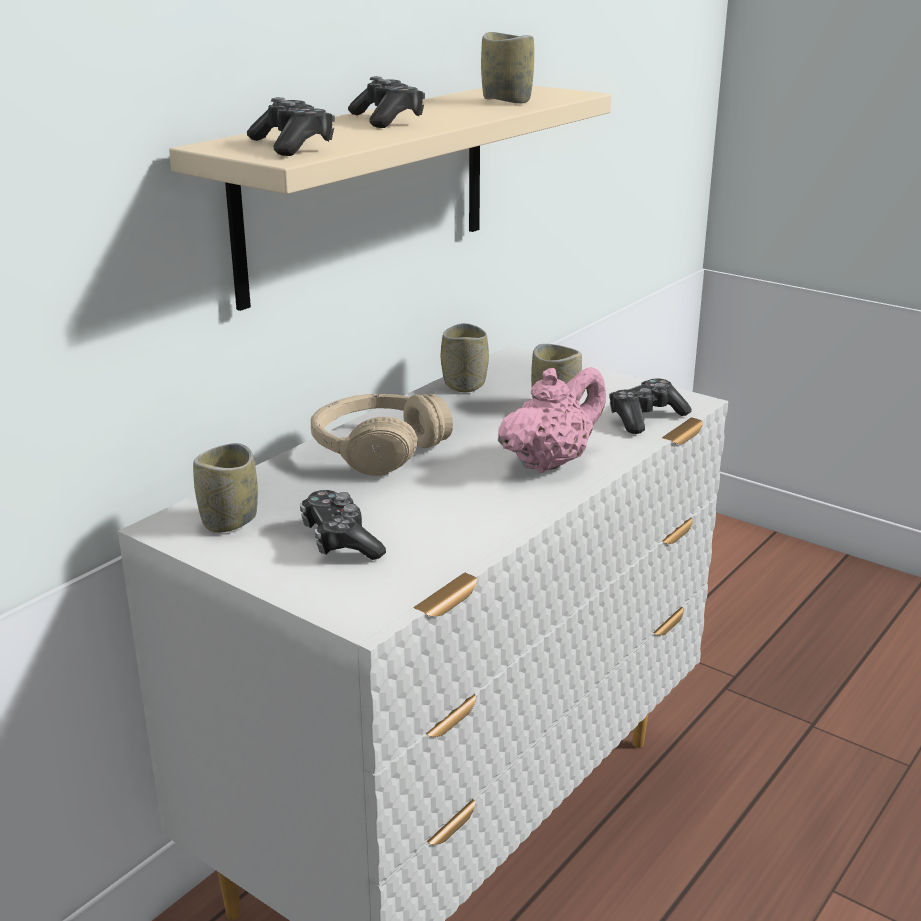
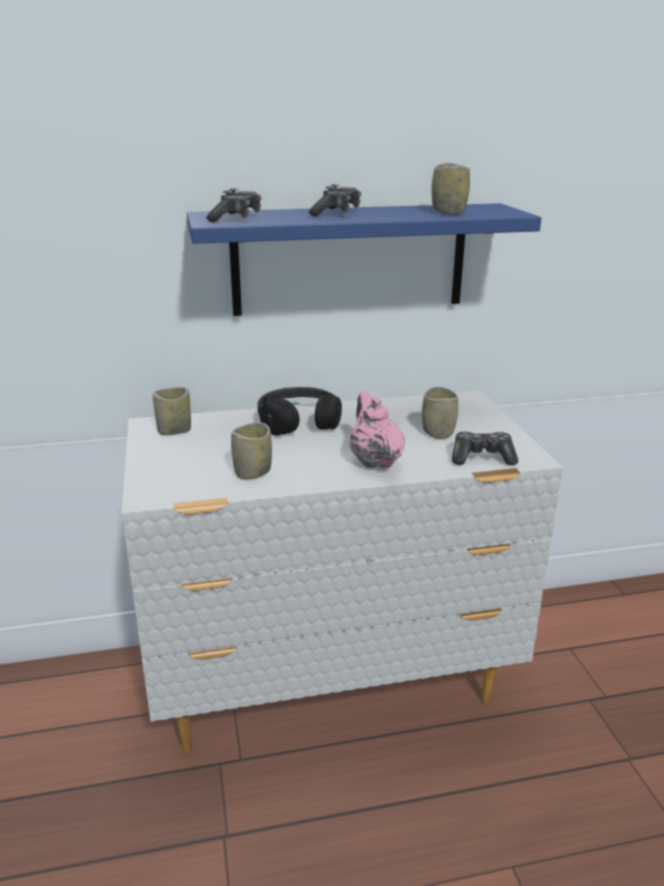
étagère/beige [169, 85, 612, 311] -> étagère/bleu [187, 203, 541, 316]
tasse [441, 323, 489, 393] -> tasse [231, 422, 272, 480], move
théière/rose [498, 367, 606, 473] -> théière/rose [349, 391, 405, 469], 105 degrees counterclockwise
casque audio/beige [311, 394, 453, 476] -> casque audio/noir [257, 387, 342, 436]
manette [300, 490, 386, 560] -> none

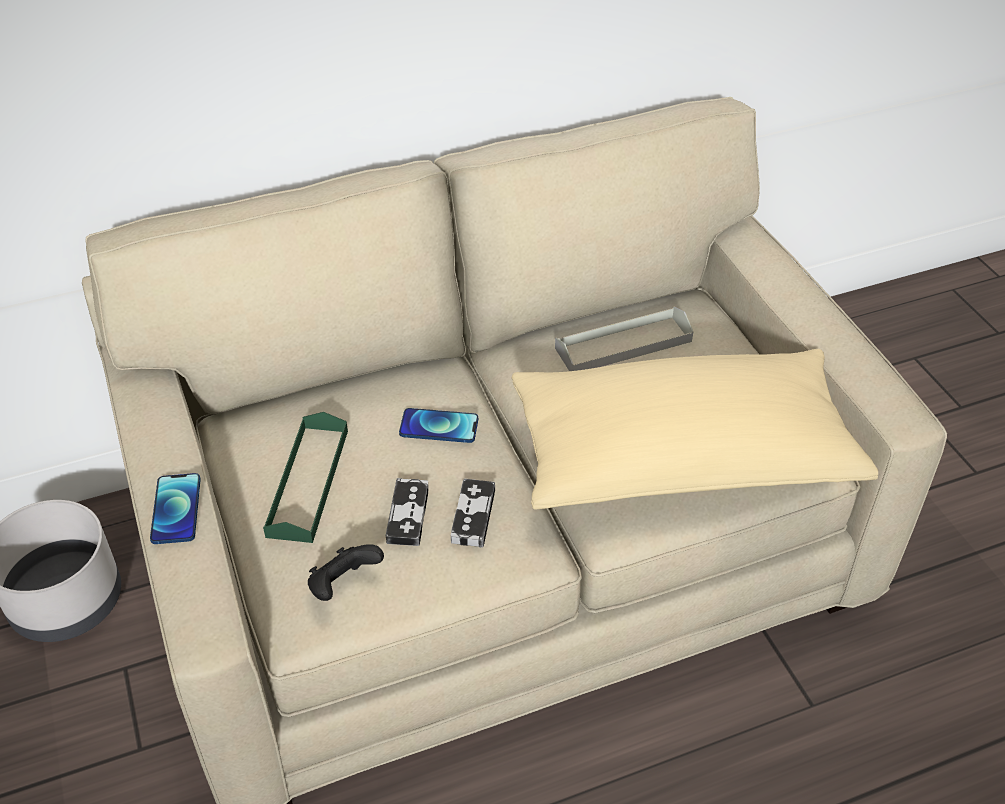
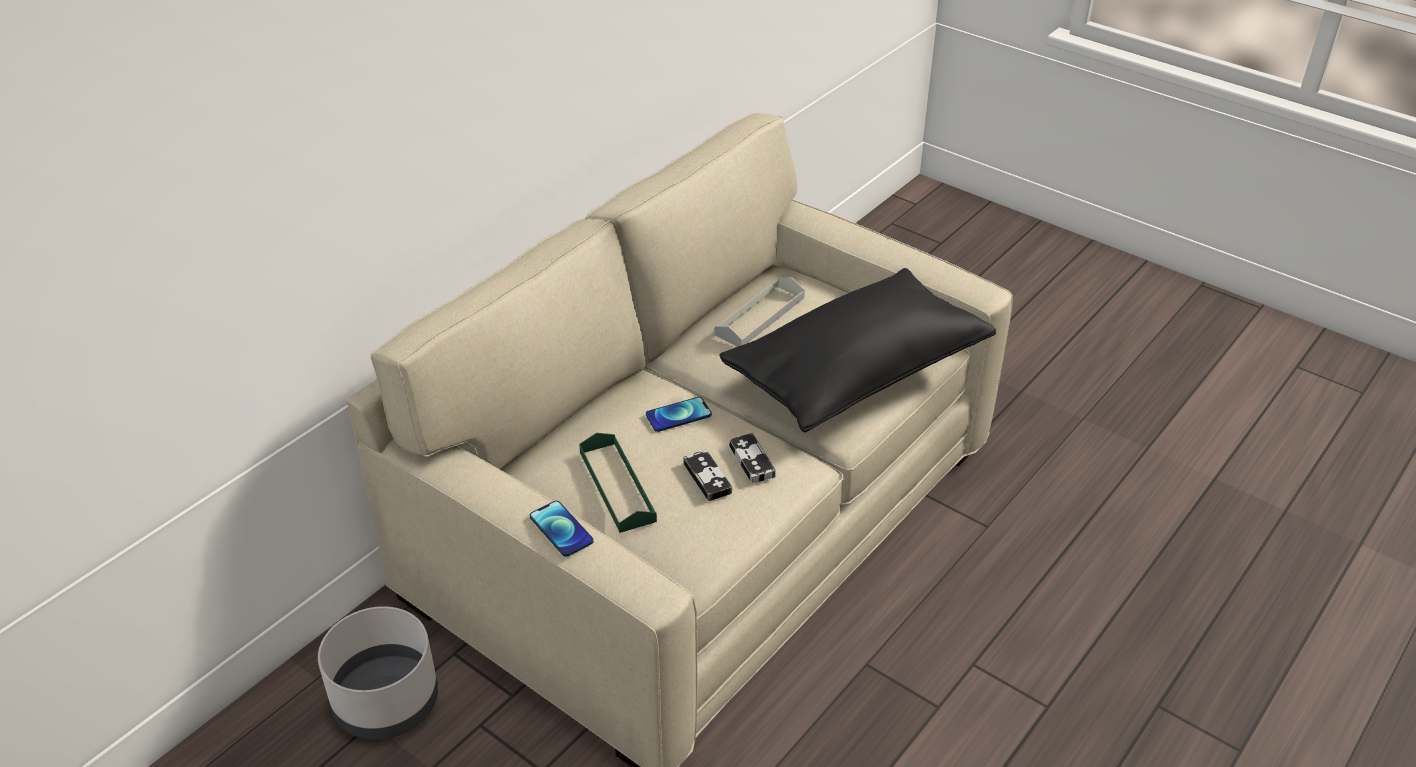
coussin/beige [512, 349, 878, 510] -> coussin/noir [719, 268, 996, 433]
manette/noir [308, 544, 384, 601] -> none

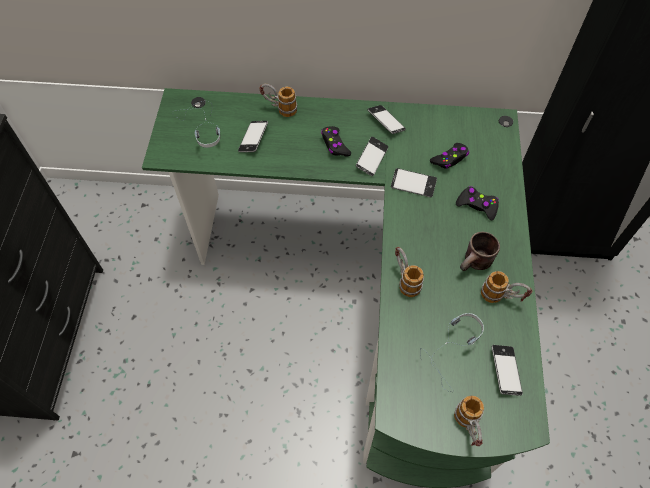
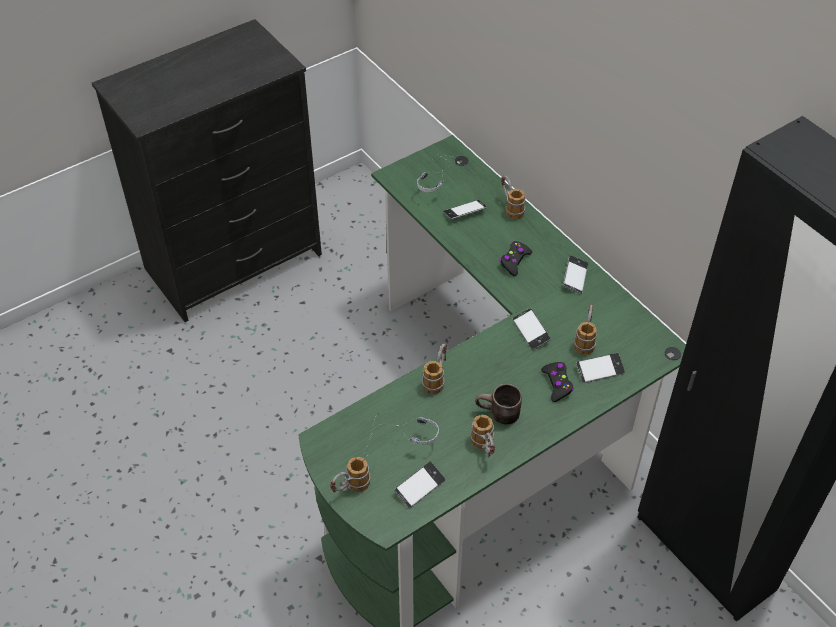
téléphone [356, 137, 388, 176] -> téléphone [576, 353, 625, 383], move
manette/noir [430, 143, 469, 169] -> mug [574, 304, 597, 355]

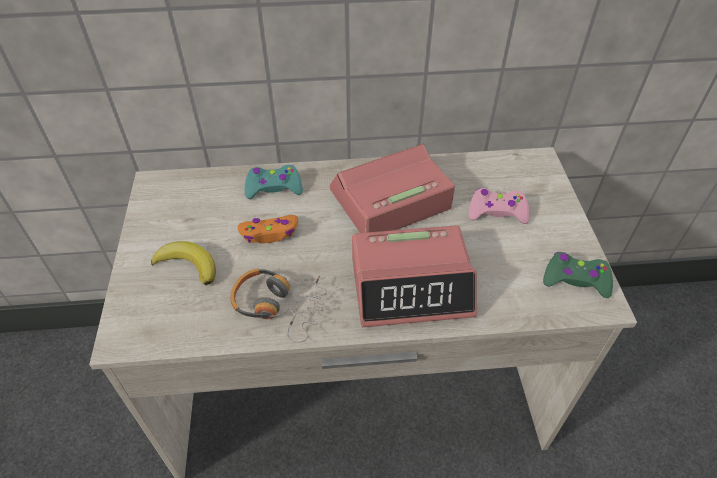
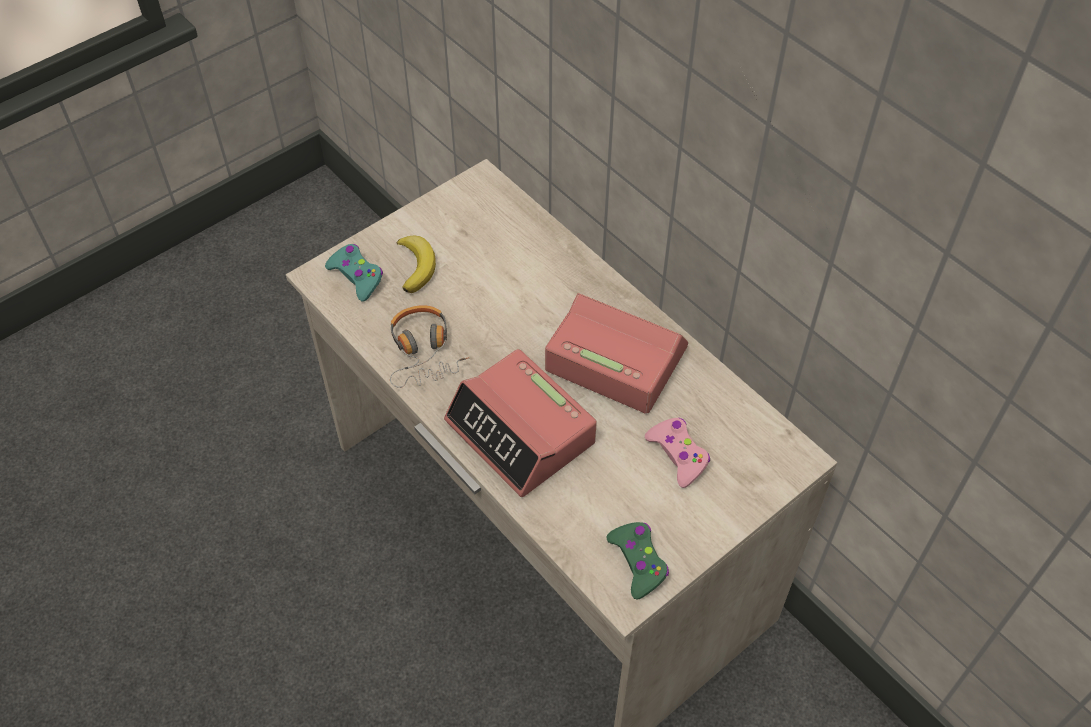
manette/turquoise [245, 165, 303, 199] -> manette/turquoise [325, 244, 383, 302], move
manette/orange [237, 215, 298, 244] -> none

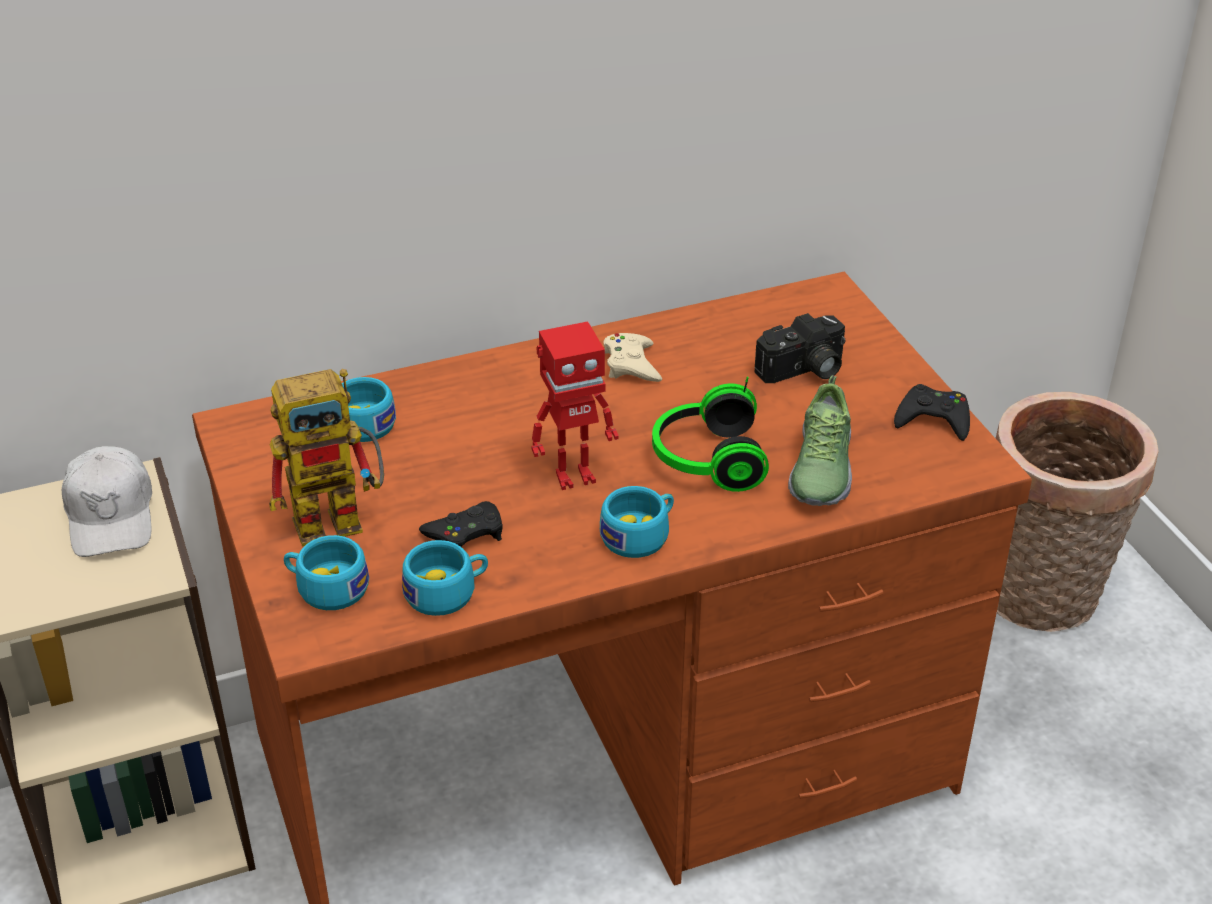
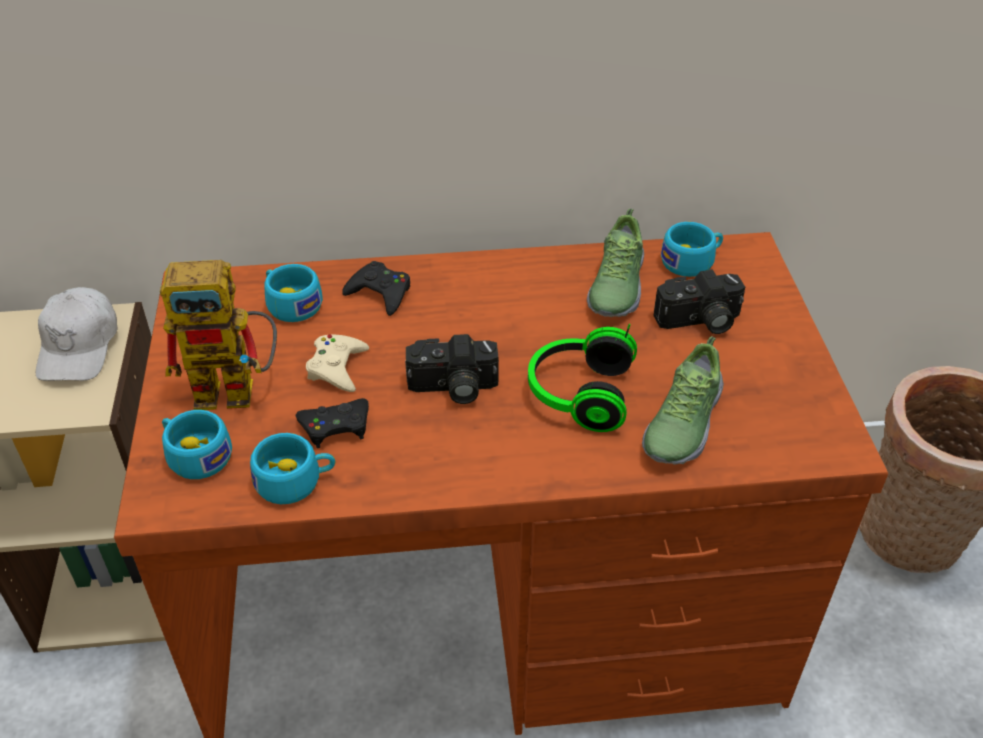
robot jouet [531, 322, 619, 490] -> appareil photo [405, 334, 499, 404]
manette/beige [603, 333, 662, 382] -> manette/beige [306, 335, 369, 392], move
manette/noir [894, 384, 970, 441] -> manette/noir [342, 261, 410, 316], move
tasse/turquoise [600, 486, 674, 558] -> tasse/turquoise [661, 222, 723, 277], move
none -> chaussure [587, 208, 644, 317]

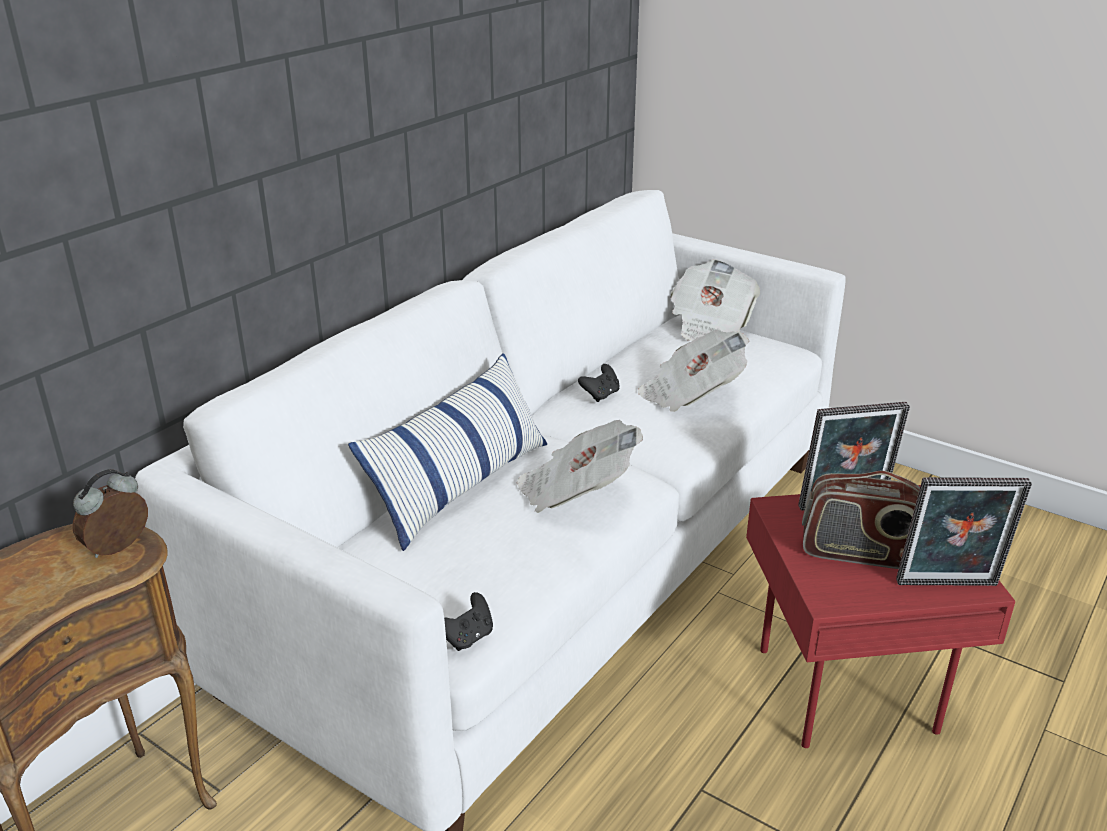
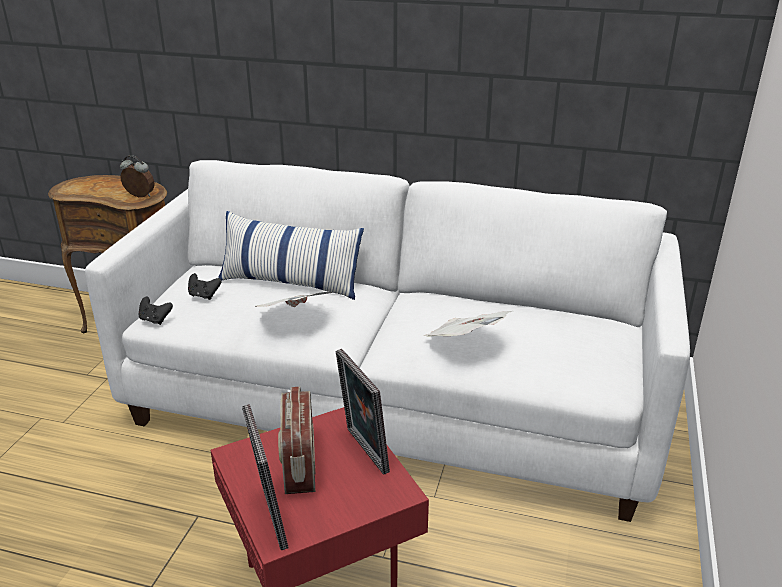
journal [670, 259, 760, 341] -> none
manette/noir [578, 364, 620, 402] -> manette/noir [188, 273, 221, 300], move

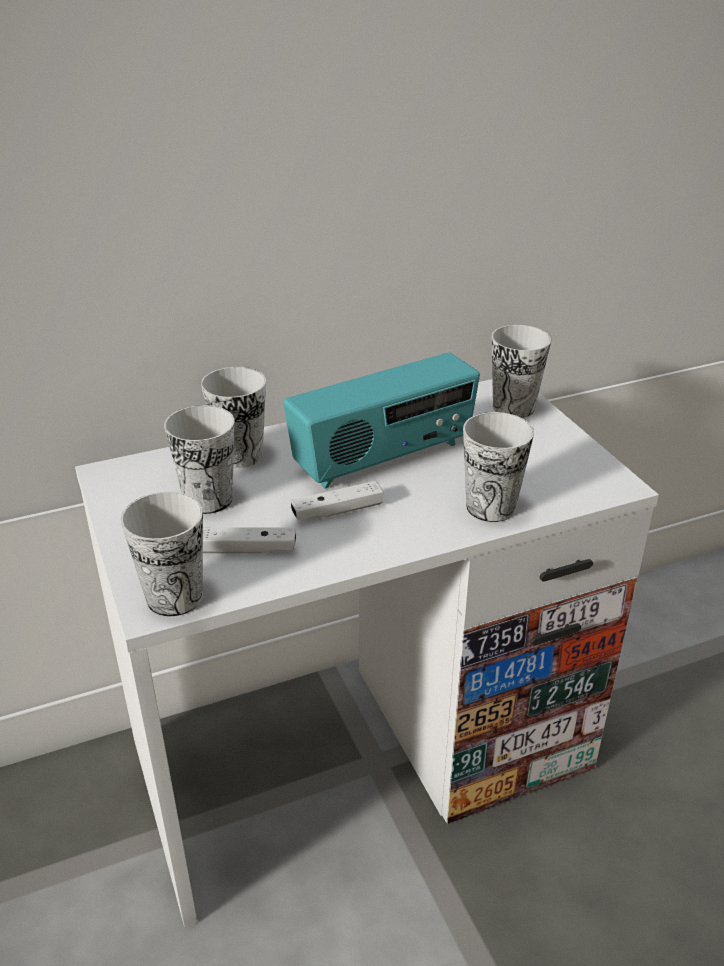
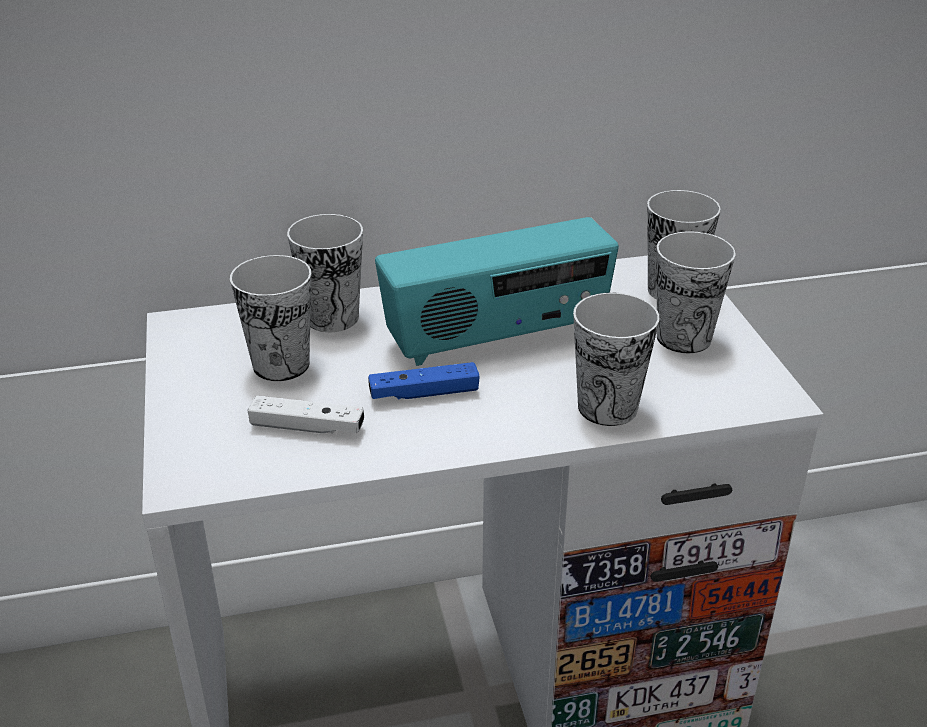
manette/blanc [291, 481, 384, 520] -> manette/bleu [368, 362, 480, 400]
tasse [121, 491, 203, 616] -> tasse [657, 231, 736, 353], move

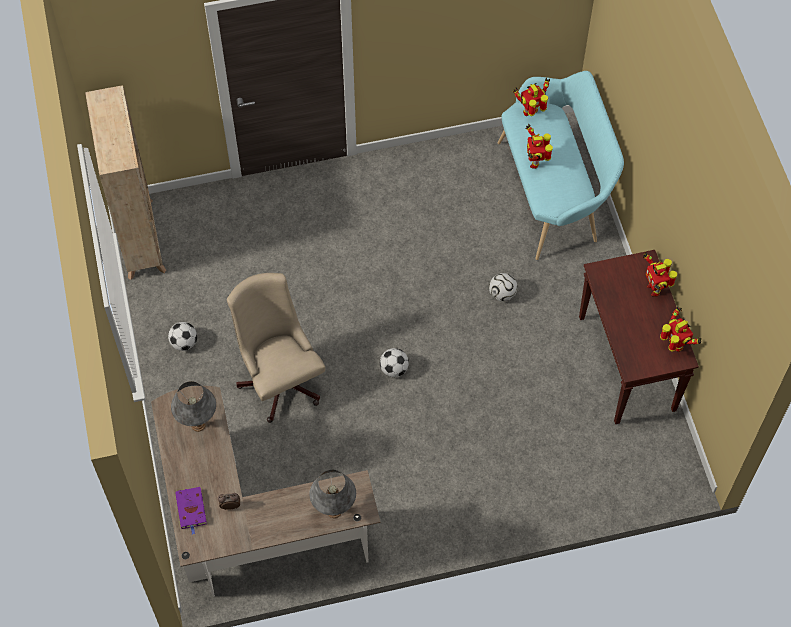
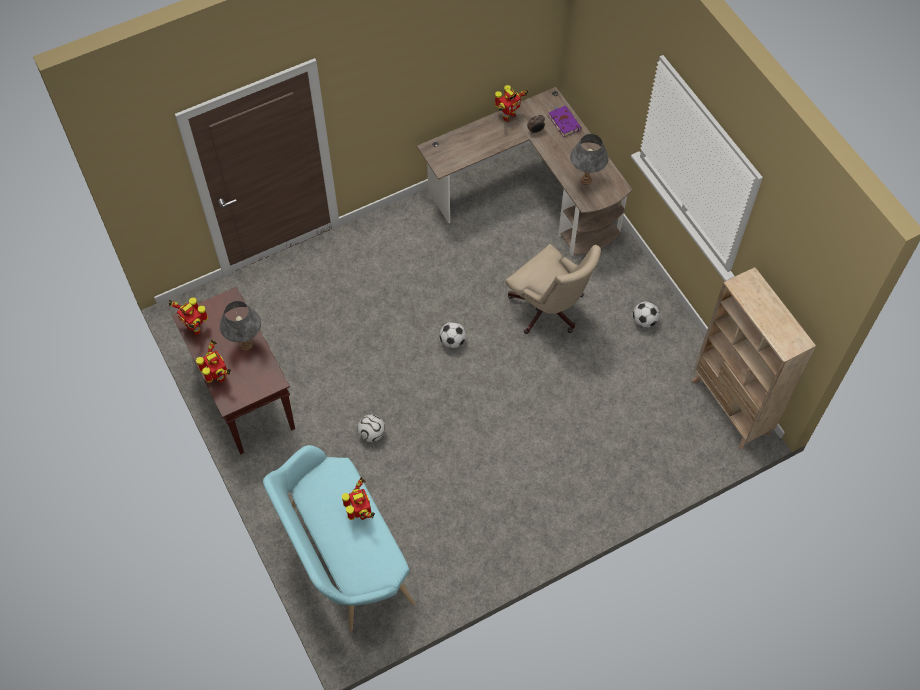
robot jouet [513, 78, 550, 116] -> robot jouet [495, 85, 528, 122], move
lampe de table/gris [309, 470, 356, 518] -> lampe de table/gris [220, 301, 261, 350], move

